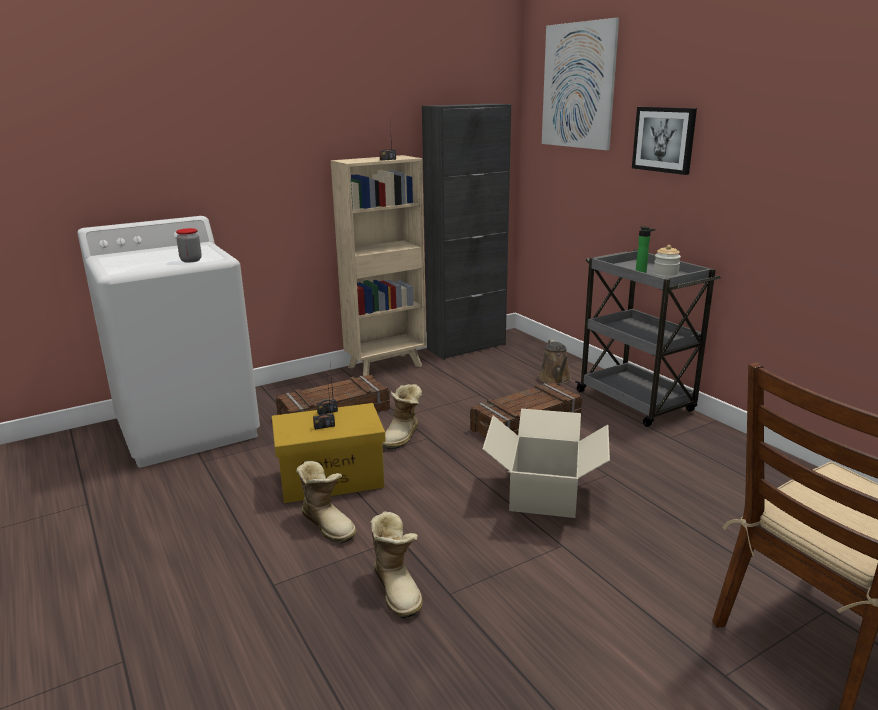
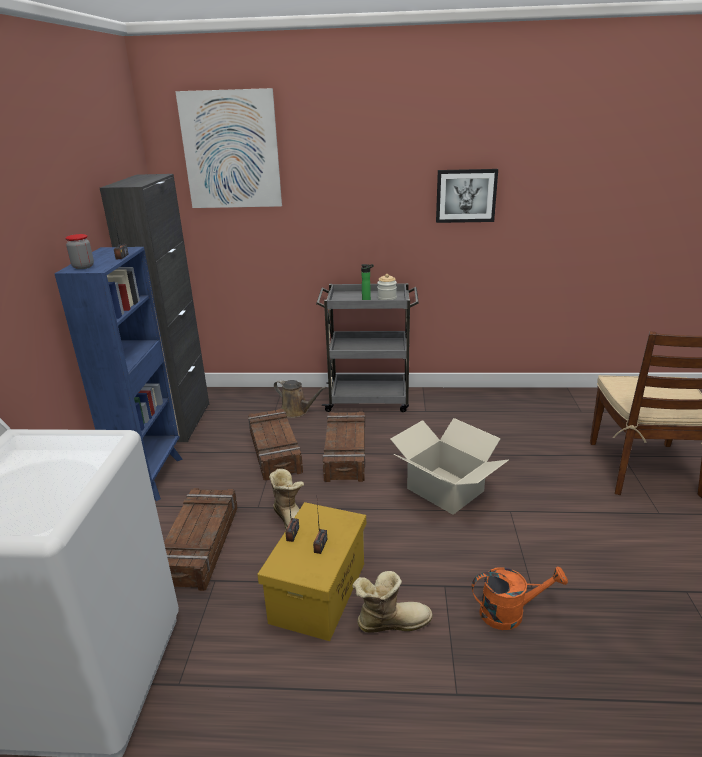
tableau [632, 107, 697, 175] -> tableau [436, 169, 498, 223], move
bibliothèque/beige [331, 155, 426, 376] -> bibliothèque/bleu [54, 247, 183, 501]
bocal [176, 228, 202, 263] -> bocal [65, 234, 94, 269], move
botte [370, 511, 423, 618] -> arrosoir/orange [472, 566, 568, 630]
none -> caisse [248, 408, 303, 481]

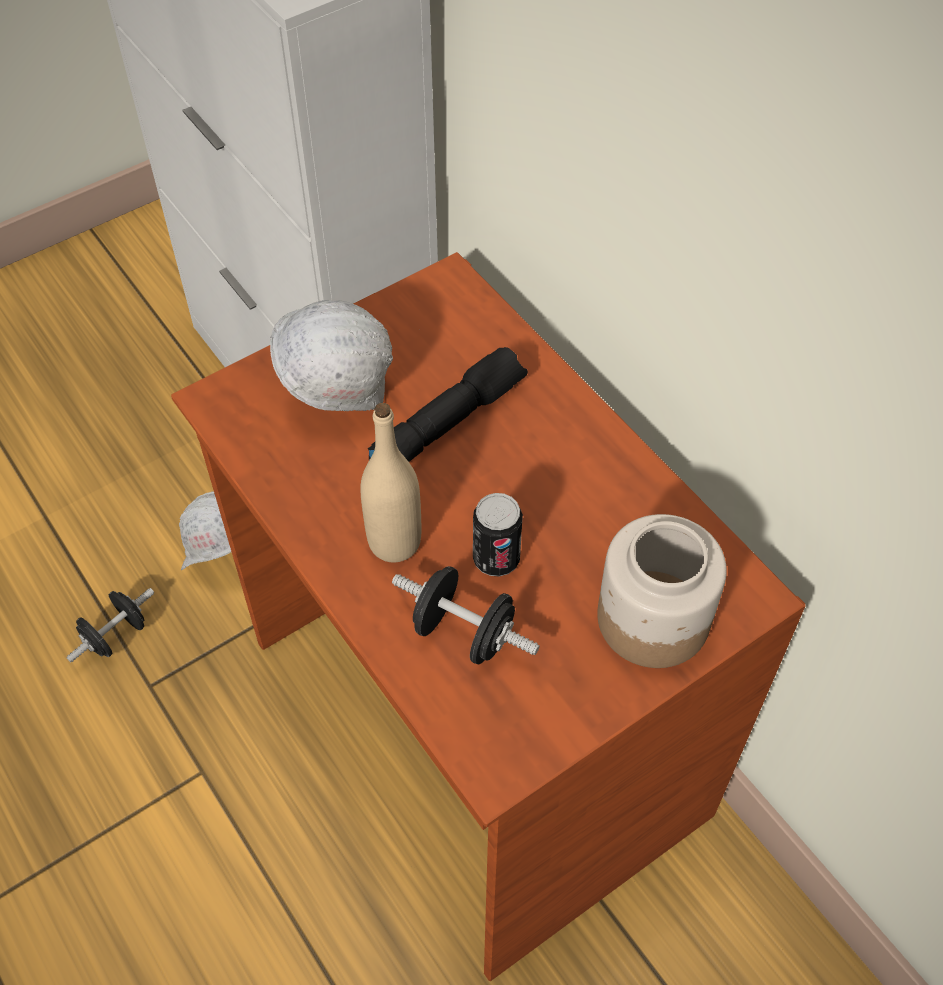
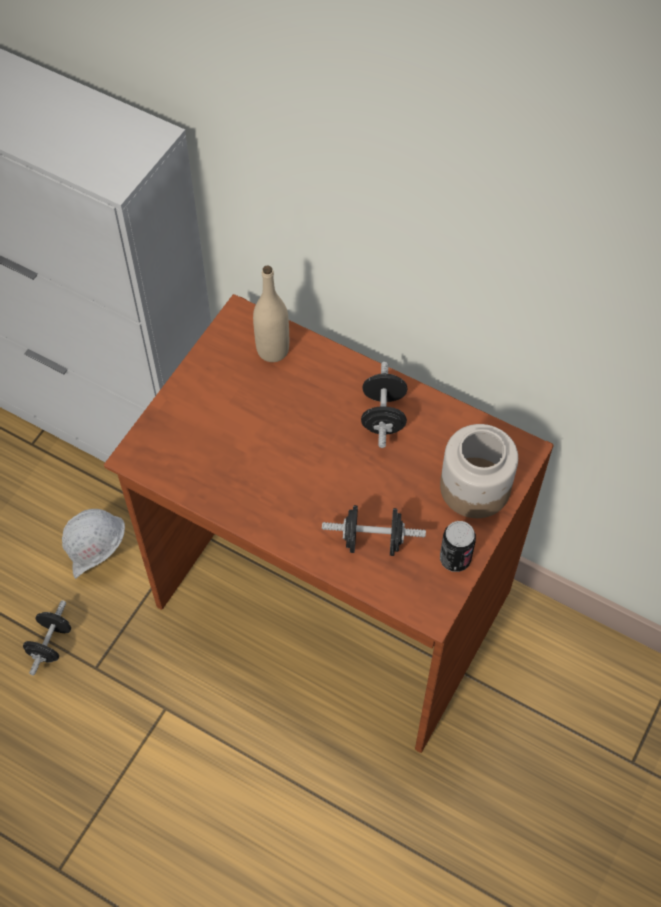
casque de chantier/blanc [270, 300, 393, 412] -> none
lampe de poche/noir [368, 347, 528, 462] -> none
bouteille/beige [360, 403, 422, 562] -> bouteille/beige [253, 265, 289, 362], move
boîte métallique [473, 493, 523, 577] -> boîte métallique [440, 521, 476, 572], move
none -> haltère/noir [361, 362, 407, 448]

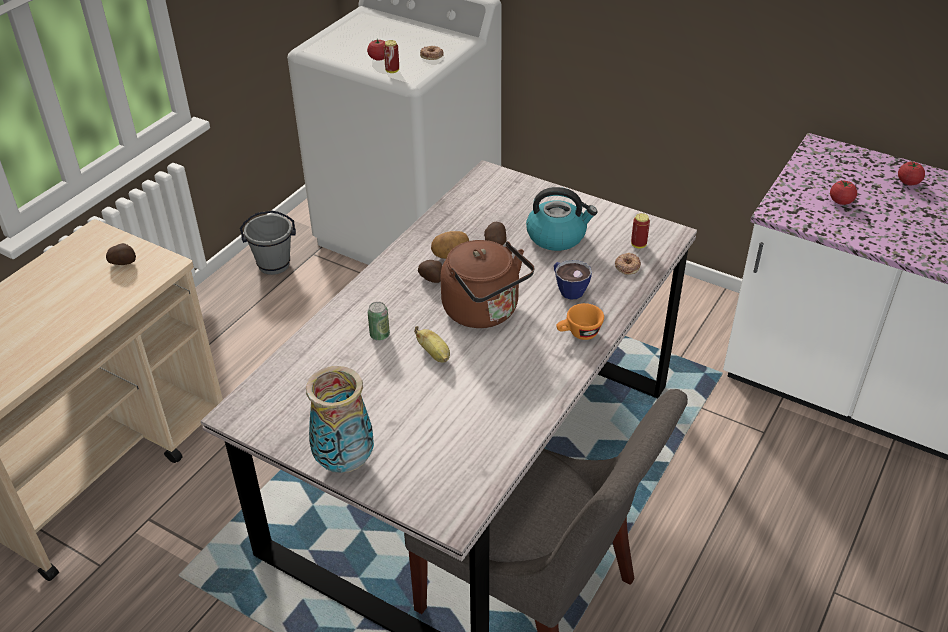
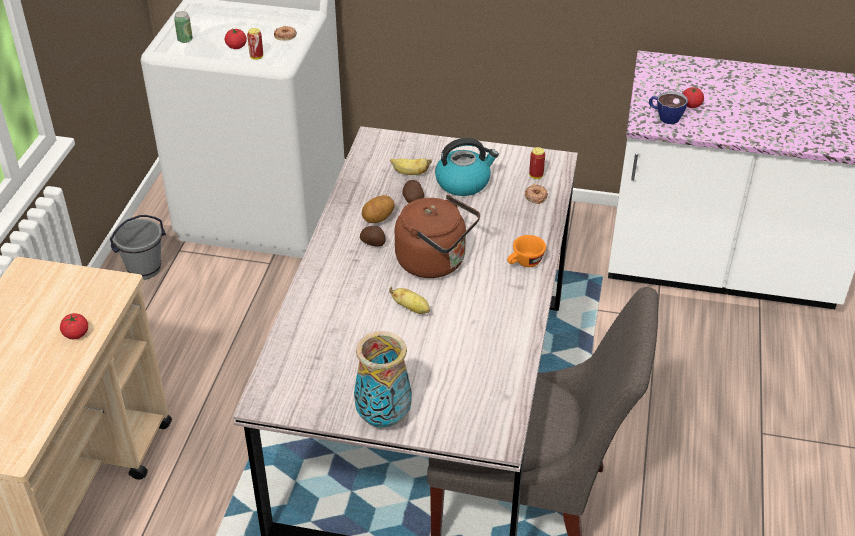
tomate [898, 162, 925, 185] -> tomate [60, 313, 88, 339], move
pomme de terre [106, 243, 136, 265] -> none
tasse [554, 260, 592, 300] -> tasse [649, 91, 688, 124], move
boîte métallique [367, 302, 390, 341] -> boîte métallique [174, 11, 193, 43], move
none -> banane [390, 158, 432, 175]

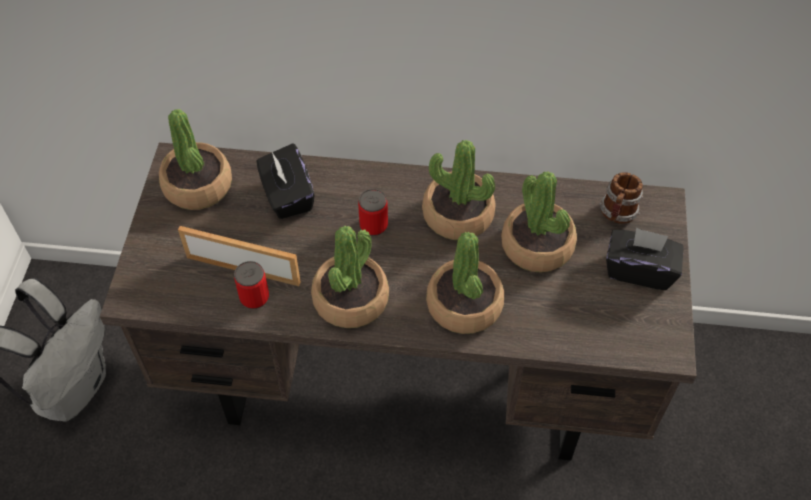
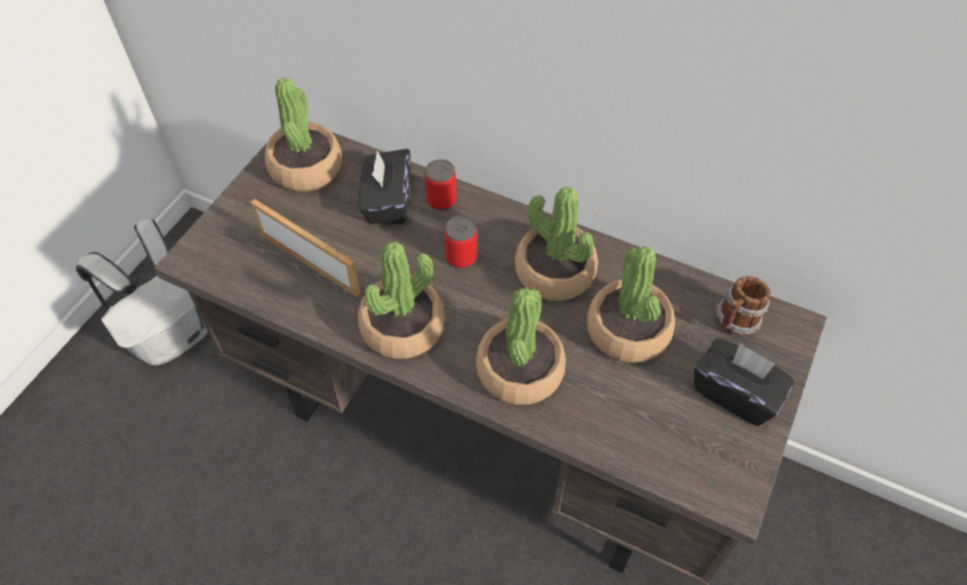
boîte métallique [234, 261, 269, 309] -> boîte métallique [425, 159, 457, 211], move

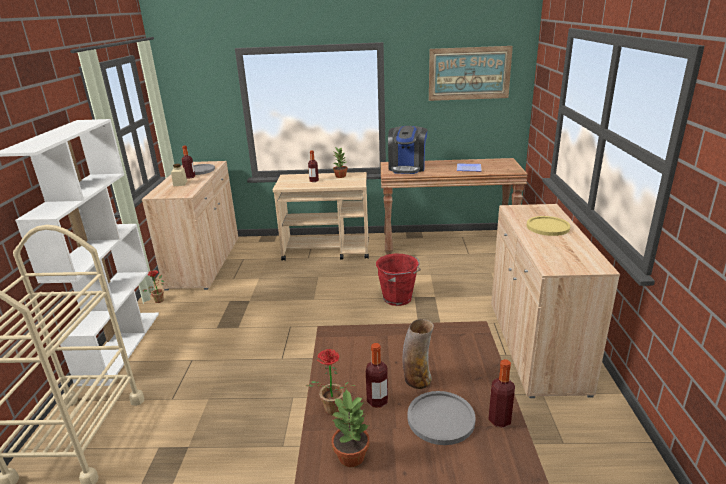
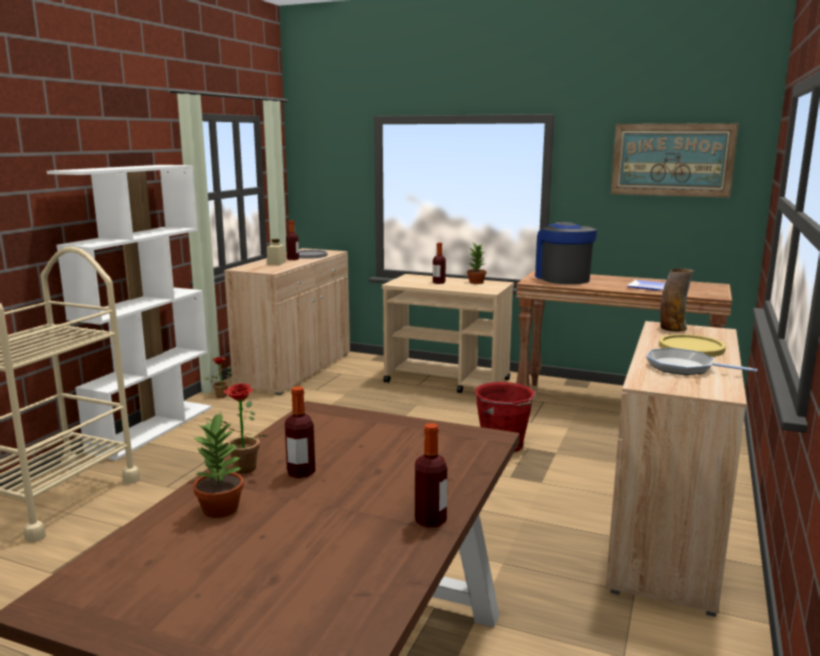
machine à café [388, 126, 427, 174] -> machine à café [535, 222, 597, 284], 135 degrees clockwise
vase [402, 319, 434, 389] -> vase [660, 268, 694, 332], move
assiette/gris [407, 391, 476, 445] -> none
none -> poêle [646, 348, 758, 375]

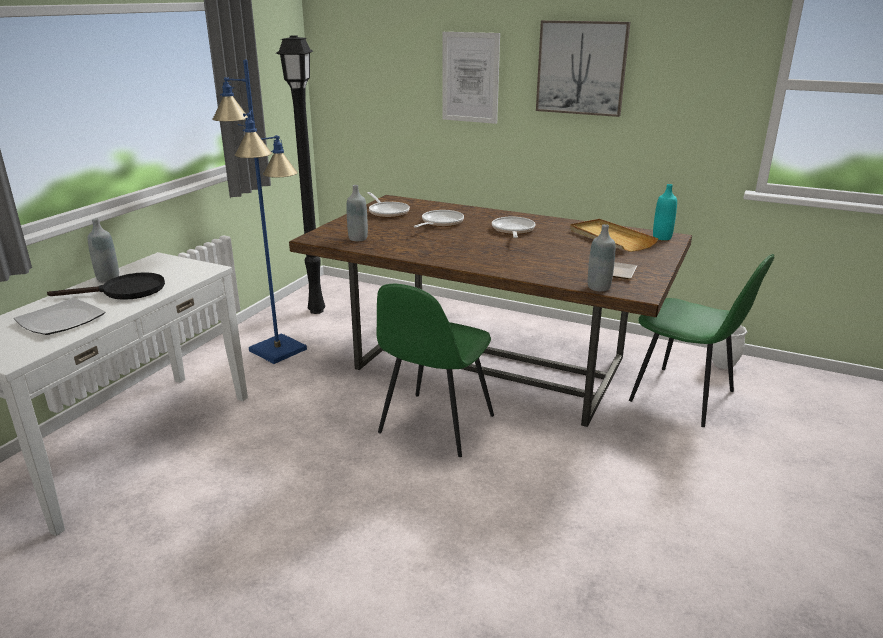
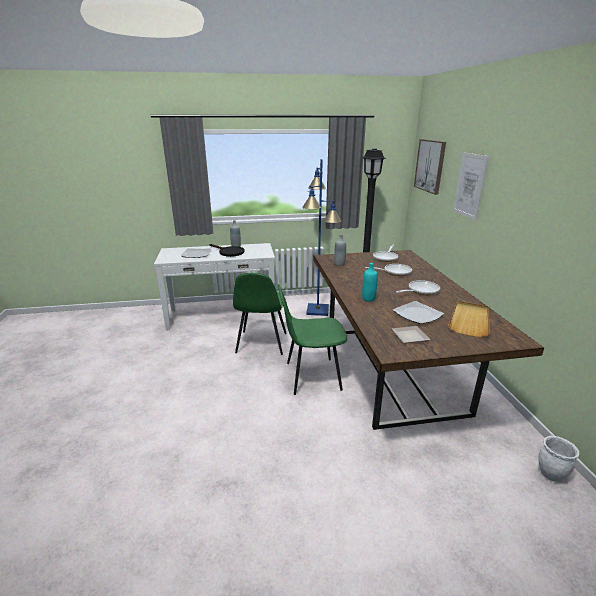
tableau [536, 20, 630, 117] -> tableau [414, 139, 446, 195], move
bouteille/turquoise [653, 184, 677, 240] -> bouteille/turquoise [362, 263, 378, 302], move
bouteille/gris [588, 224, 615, 291] -> none
chaise/vert [629, 254, 774, 427] -> chaise/vert [233, 273, 287, 355], move
none -> assiette [393, 301, 444, 324]

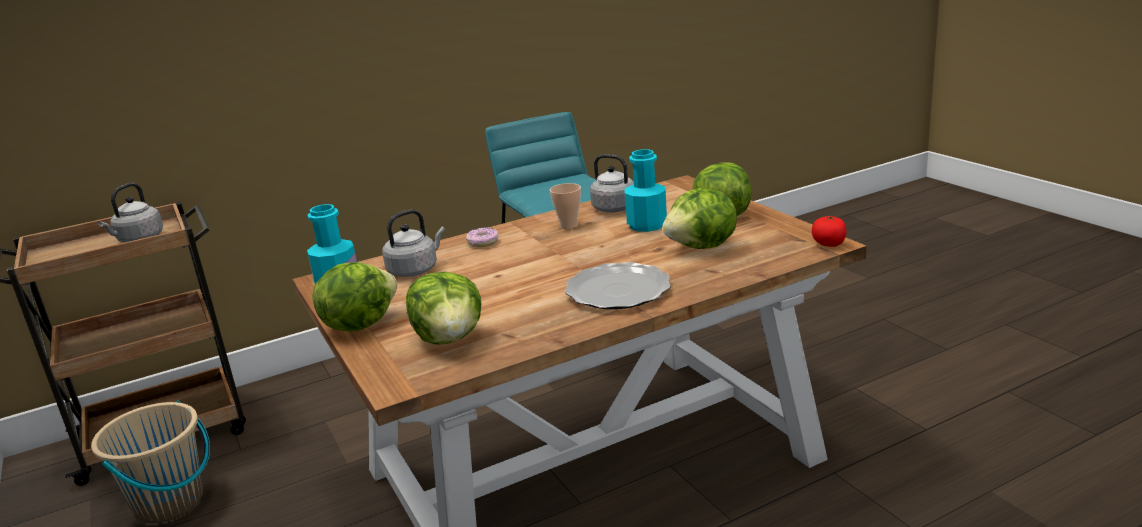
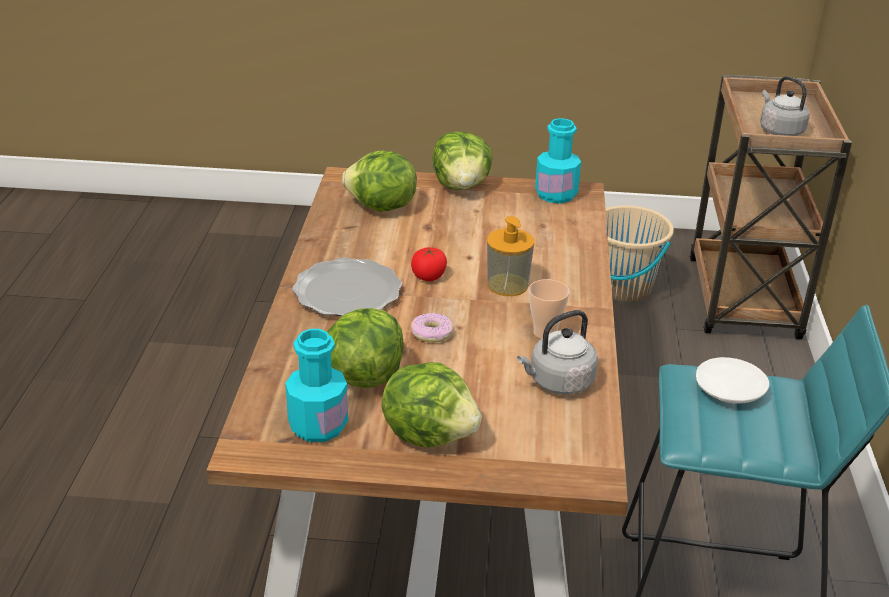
bouteille/turquoise [625, 149, 667, 232] -> bouteille/turquoise [285, 329, 348, 442], move
bouilloire/gris [382, 209, 445, 277] -> none
tomate [812, 215, 847, 247] -> tomate [411, 247, 447, 281], move
beignet [466, 227, 499, 247] -> beignet [411, 313, 453, 343], move
none -> distributeur de savon [487, 216, 534, 296]
none -> assiette/blanc [696, 357, 769, 404]

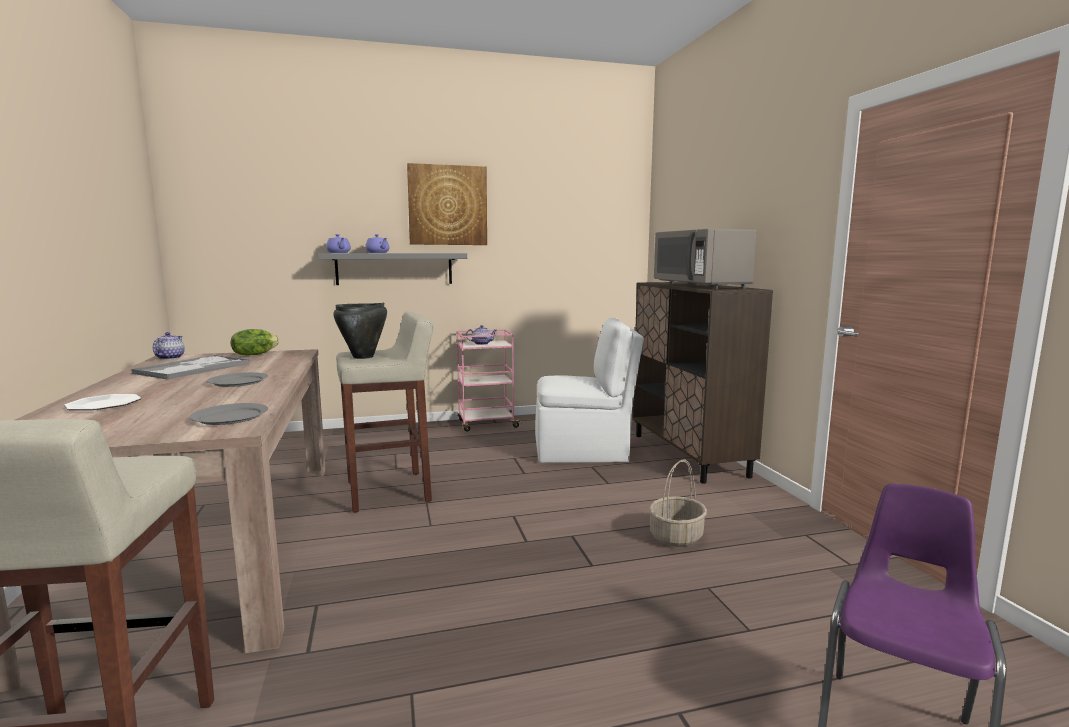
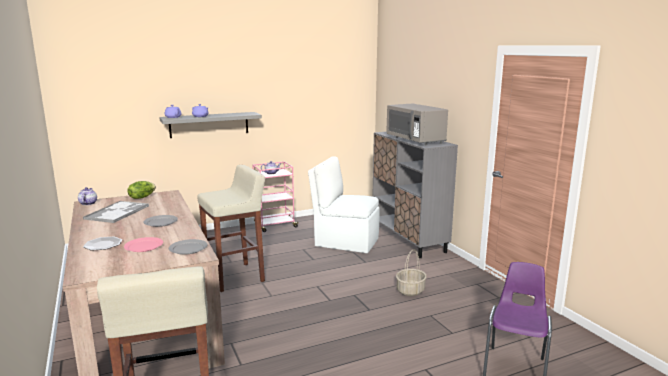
tableau [407, 163, 487, 245] -> none
meuble de rangement/marron [632, 282, 773, 484] -> meuble de rangement/gris [372, 132, 458, 258]
marmite/noir [333, 303, 387, 359] -> none
chaise/blanc [535, 318, 644, 463] -> chaise/blanc [308, 156, 379, 253], 150 degrees counterclockwise
none -> assiette/rose [124, 237, 163, 252]

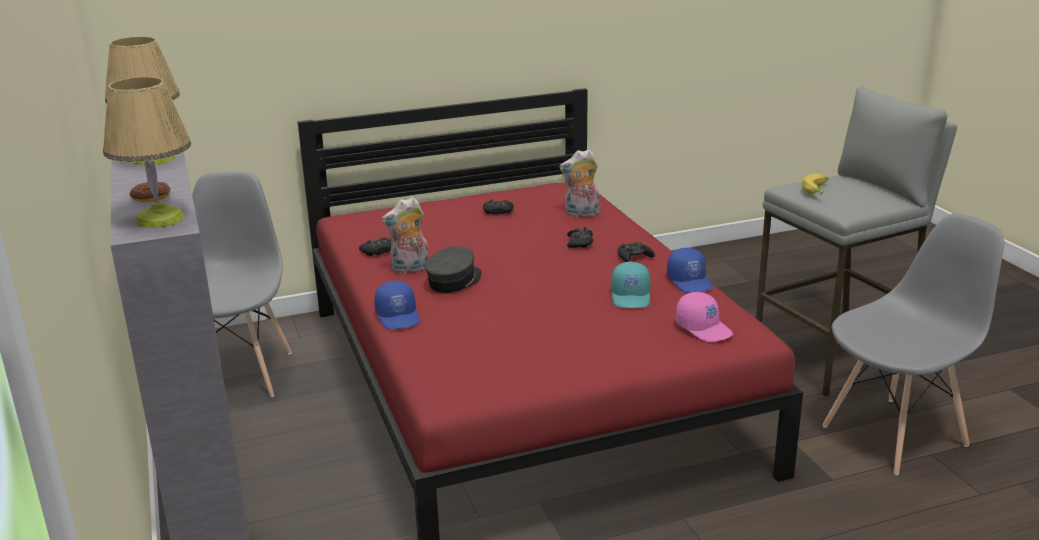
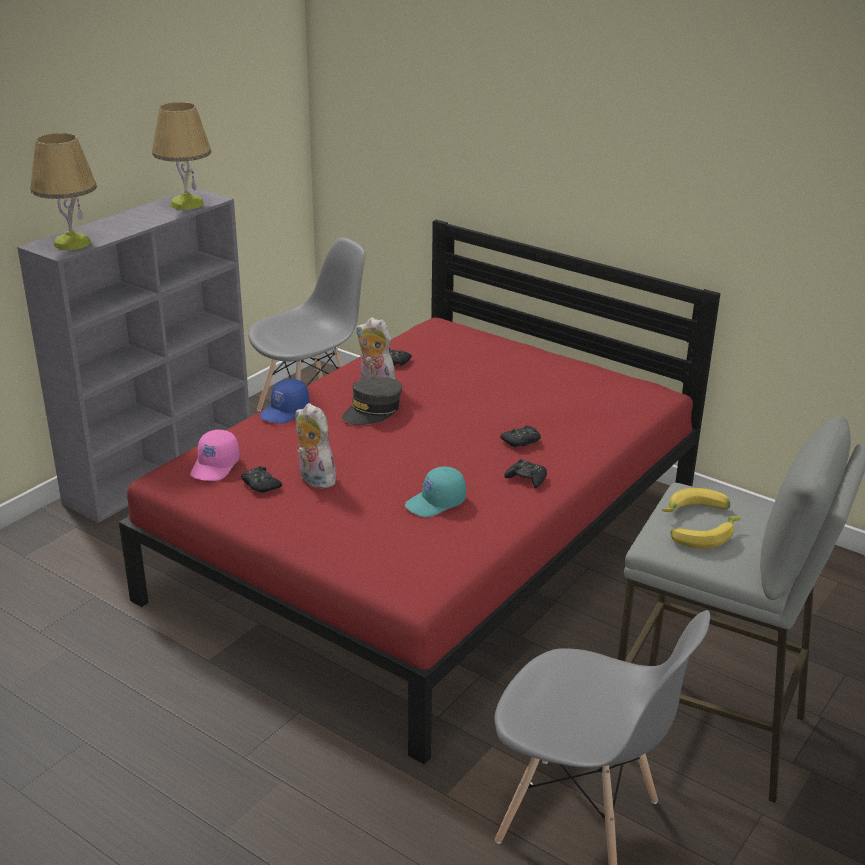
peluche [559, 149, 599, 217] -> peluche [295, 403, 338, 489], move
beignet [130, 182, 171, 202] -> none
manette/noir [483, 199, 514, 215] -> manette/noir [241, 466, 282, 493], move
casquette/gris [425, 246, 482, 293] -> casquette/gris [342, 377, 402, 425], 135 degrees clockwise
casquette/bleu [667, 248, 713, 293] -> none
casquette/rose [676, 292, 733, 342] -> casquette/rose [190, 430, 240, 481], move
none -> banane [670, 516, 740, 549]

